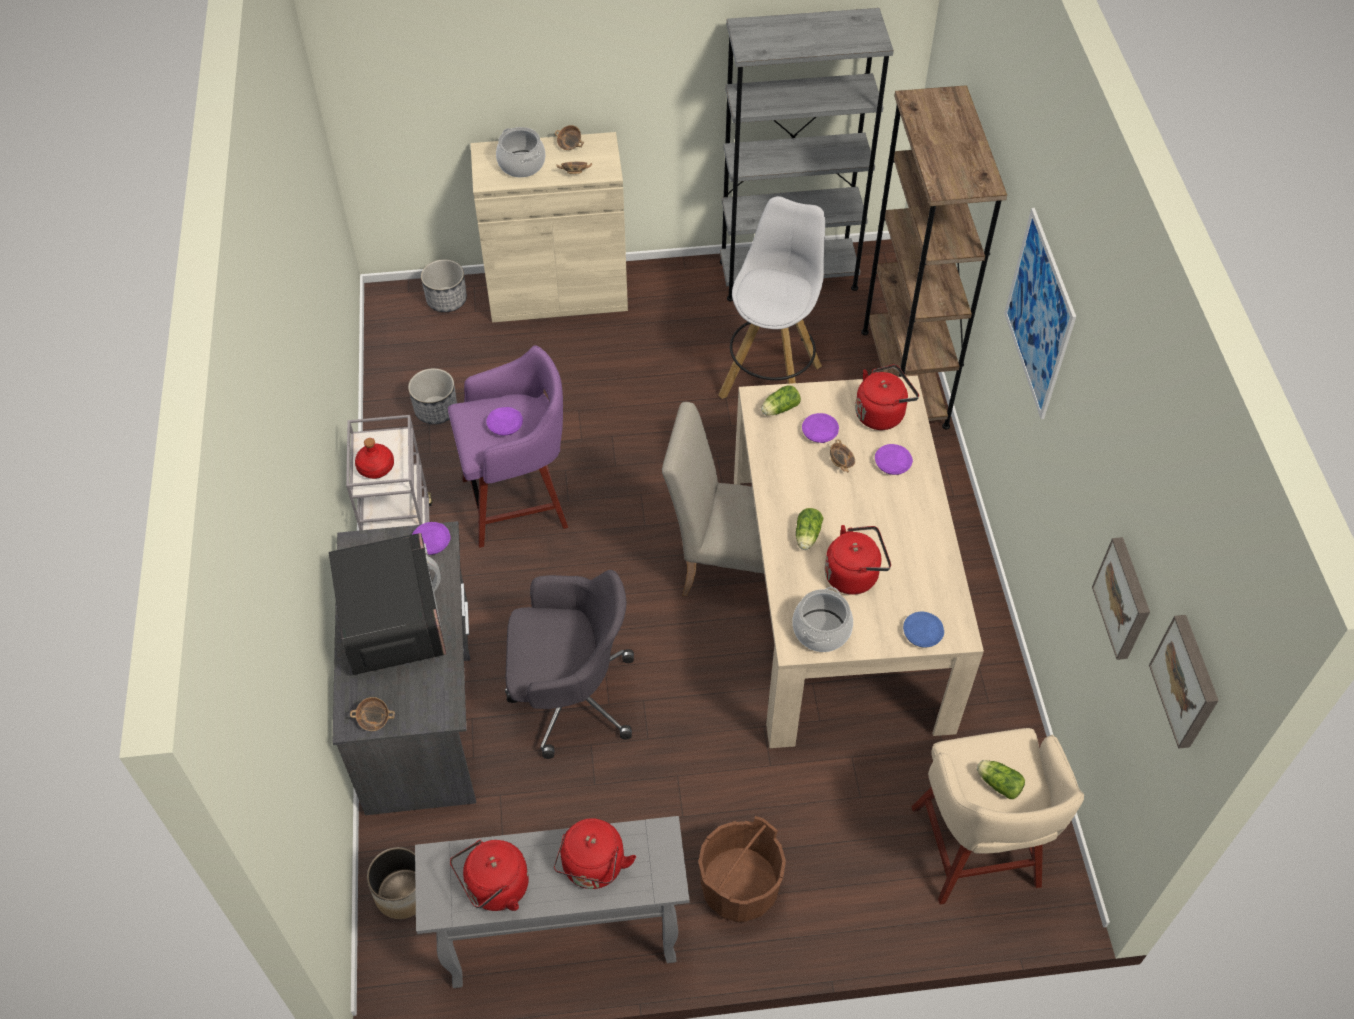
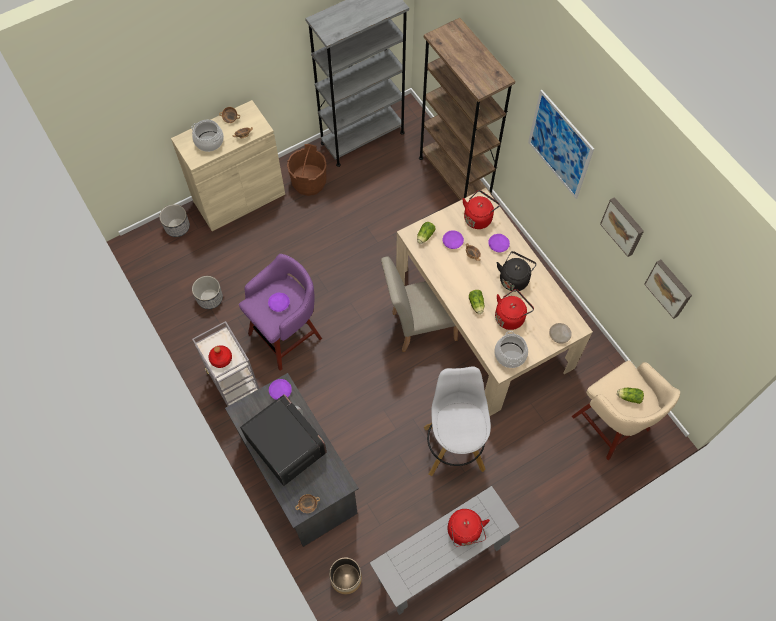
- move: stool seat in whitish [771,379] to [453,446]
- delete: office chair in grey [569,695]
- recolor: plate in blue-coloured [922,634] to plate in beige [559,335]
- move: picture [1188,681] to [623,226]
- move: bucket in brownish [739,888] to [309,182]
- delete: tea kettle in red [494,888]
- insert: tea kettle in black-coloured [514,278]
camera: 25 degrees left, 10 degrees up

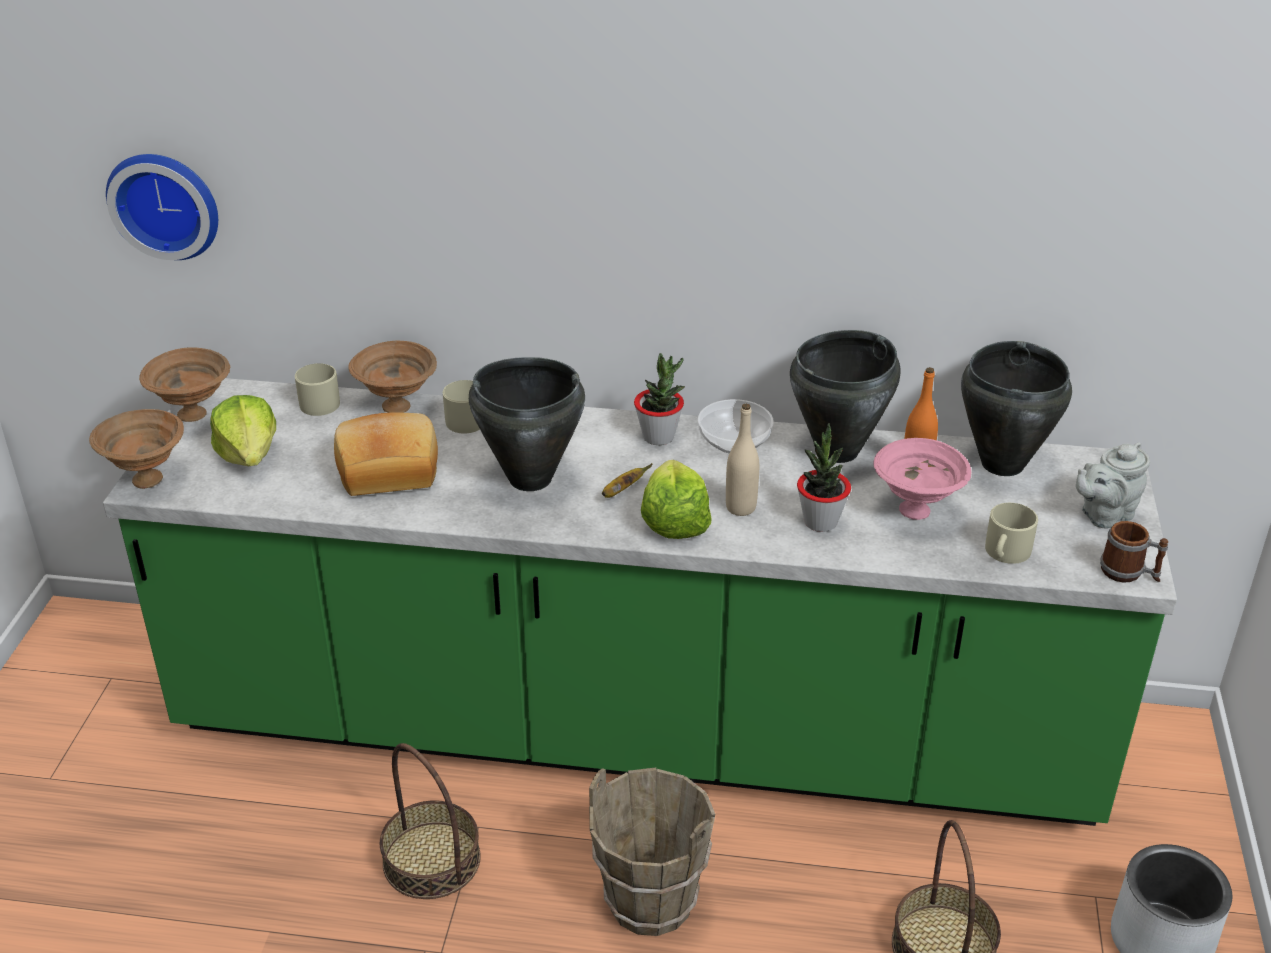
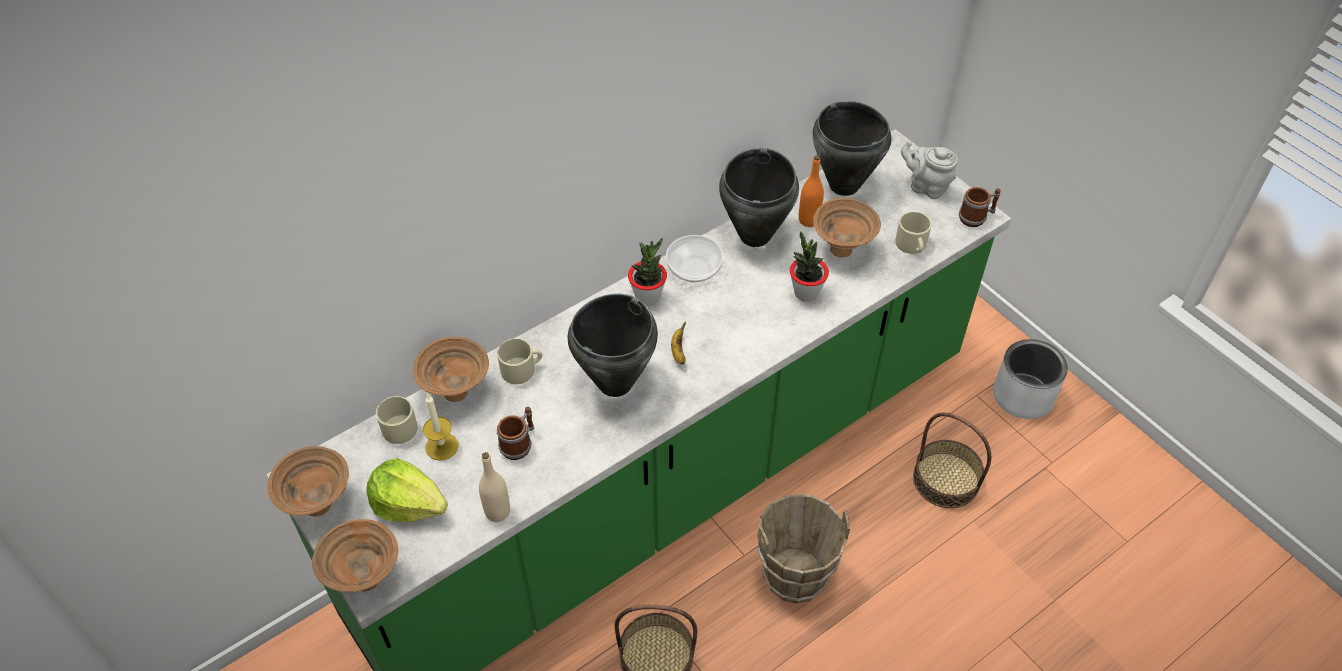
- delete: wall clock [166,203]
- move: drink bottle in beige [740,507] to [497,512]
- replace: bread [388,469] to coffee mug [519,443]
- recolor: serving bowl in pinkish [917,511] to serving bowl in brownish [842,249]
- rotate: teapot in grey [1103,515] = [926,187] 105 degrees clockwise
- delete: lettuce [674,521]
- insert: wax candle [442,446]
camera: 45 degrees left, 15 degrees up

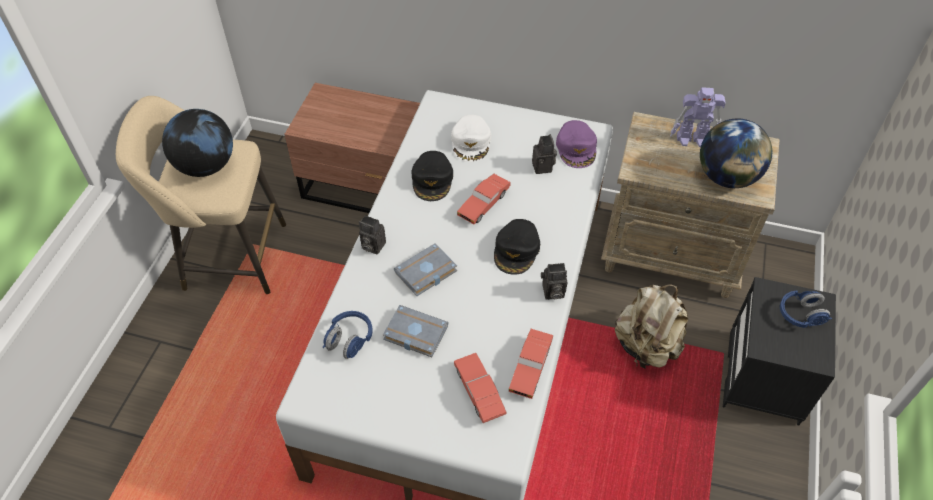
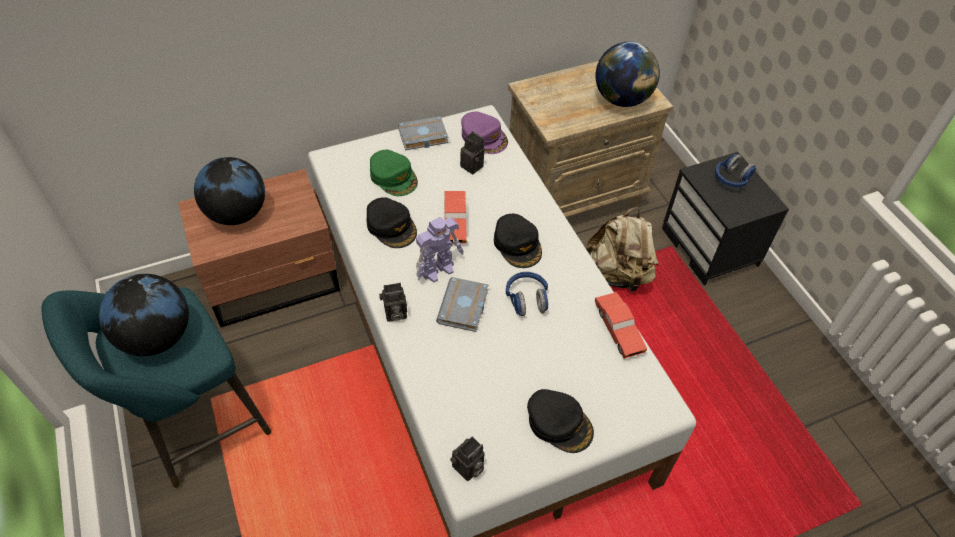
- move: model robot [693,139] to [438,269]
- recolor: stool seat in beige [228,256] to stool seat in blue-green [195,425]
- recolor: cap in whitish [471,142] to cap in green-coloured [393,177]
- move: photo camera [552,292] to [468,469]
- move: book in grey [414,334] to [422,137]
- move: headphones in blue-coloured [349,340] to [527,300]
- delete: toy car in red [479,392]
- insert: world globe [237,214]
- insert: cap in black-coloured [559,423]
camera: 40 degrees left, 0 degrees up

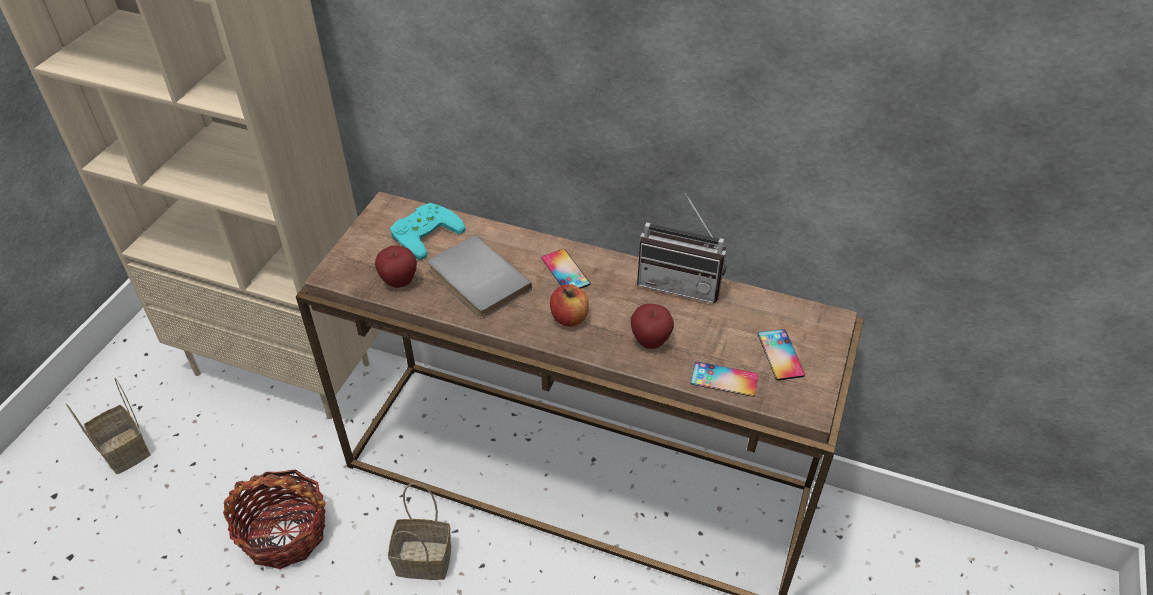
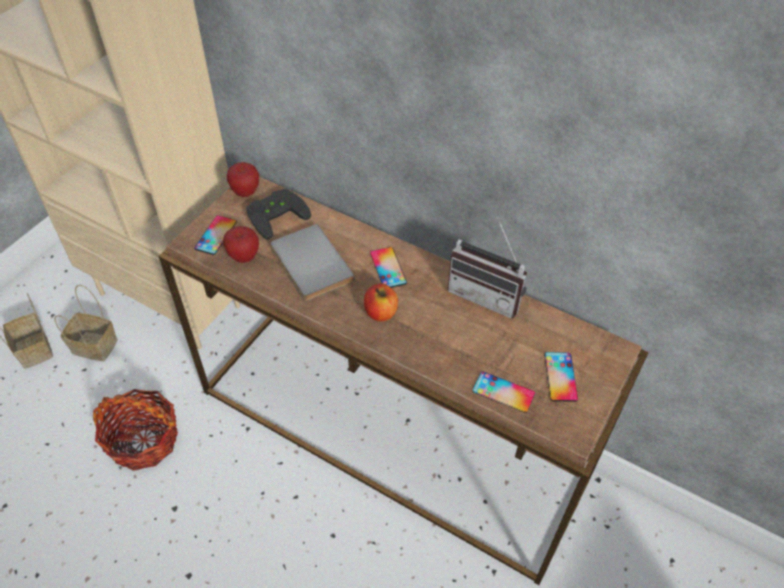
- recolor: joypad in blue-green [424,232] to joypad in black-coloured [275,214]
- move: whole apple [650,341] to [245,192]
- move: storage basket [421,561] to [93,346]
- insert: handset [216,235]
camera: 10 degrees right, 5 degrees up

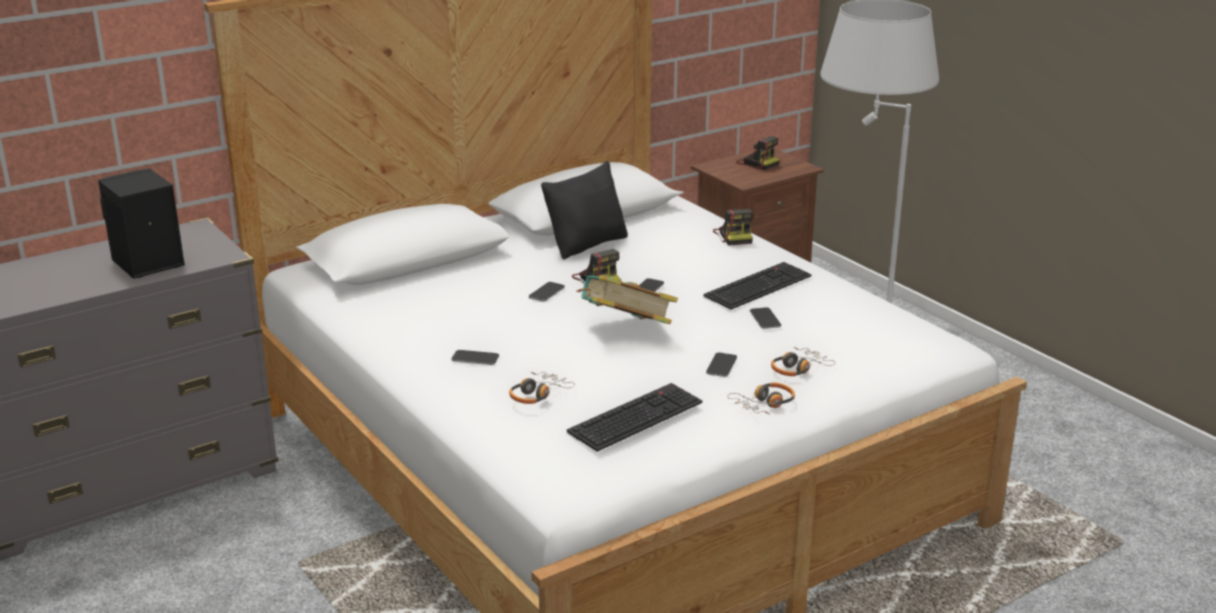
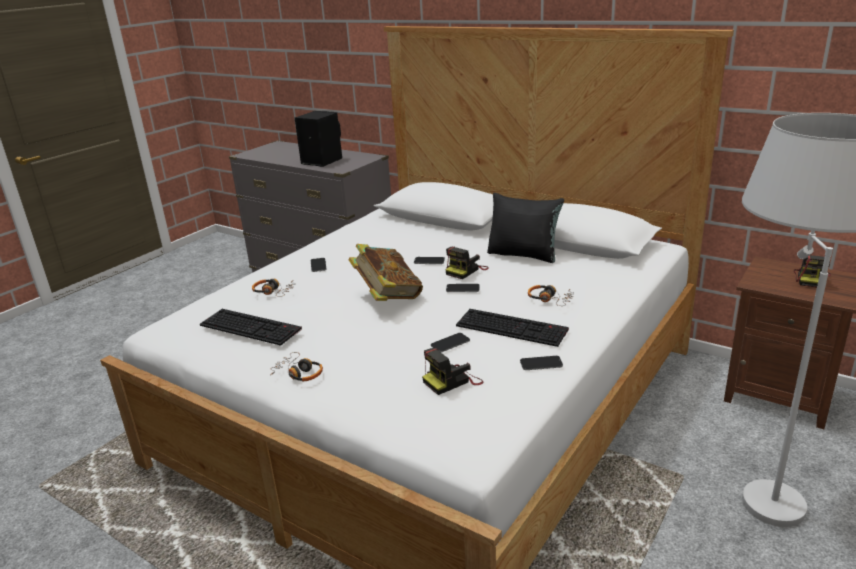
- move: photo camera [734,236] to [452,381]
- move: headphones [798,368] to [550,299]
- move: handset [721,366] to [541,364]
camera: 70 degrees right, 0 degrees up

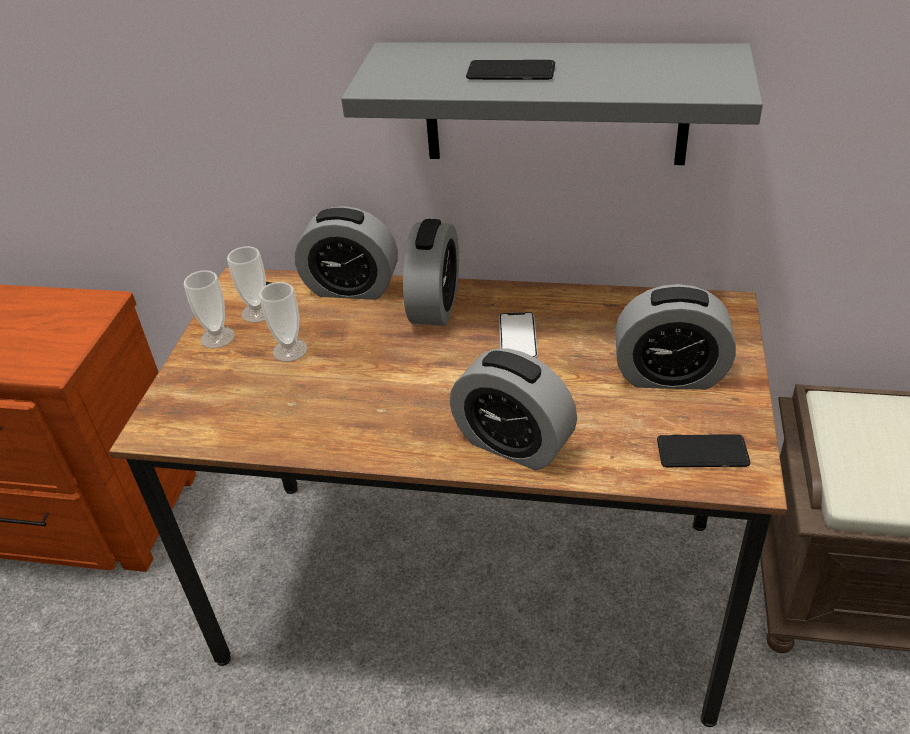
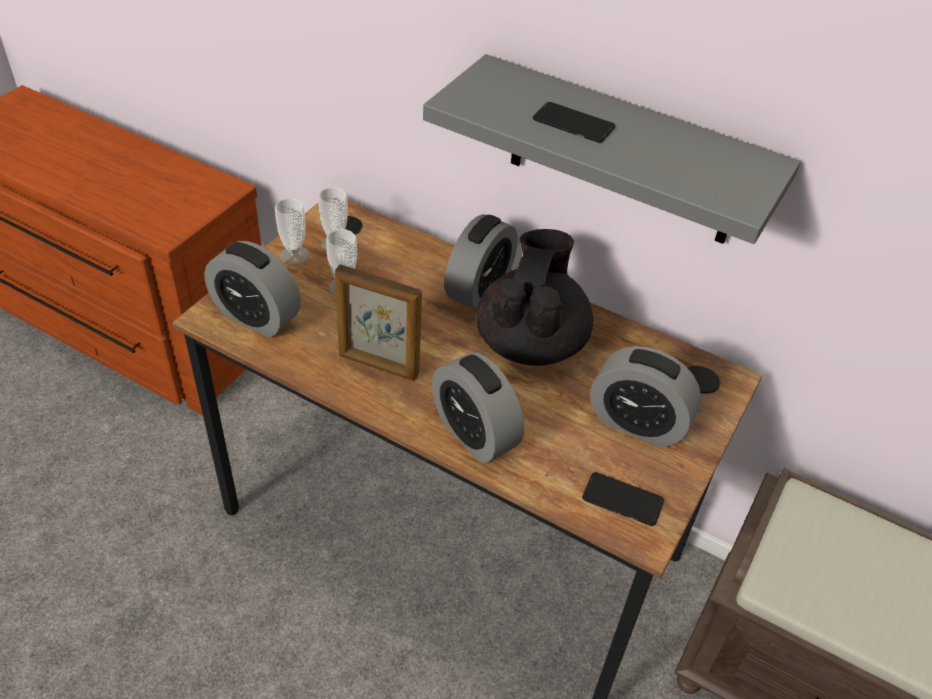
- move: bedside clock [351,288] to [256,316]
- replace: handset [517,337] to teapot in black-coloured [531,342]
- insert: photo frame [378,365]
camera: 15 degrees right, 5 degrees up

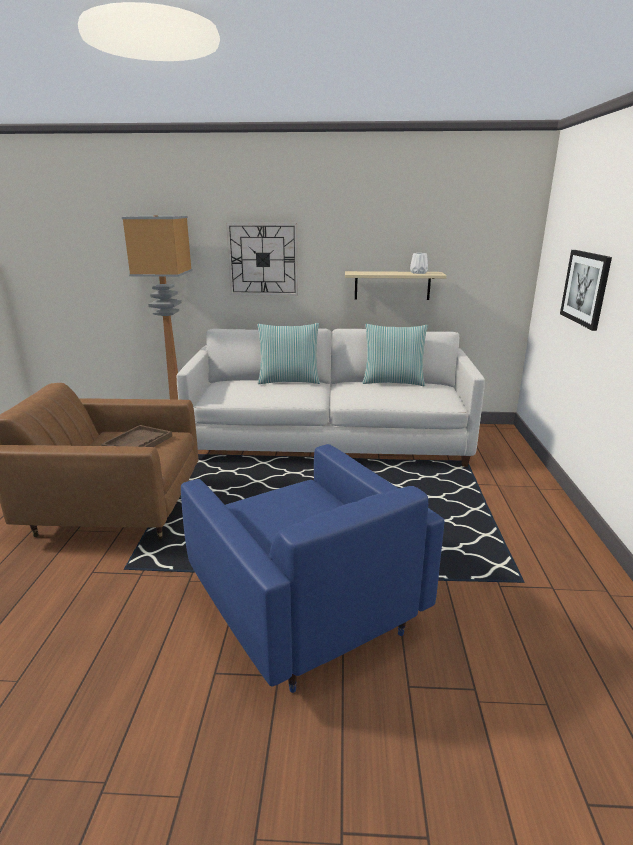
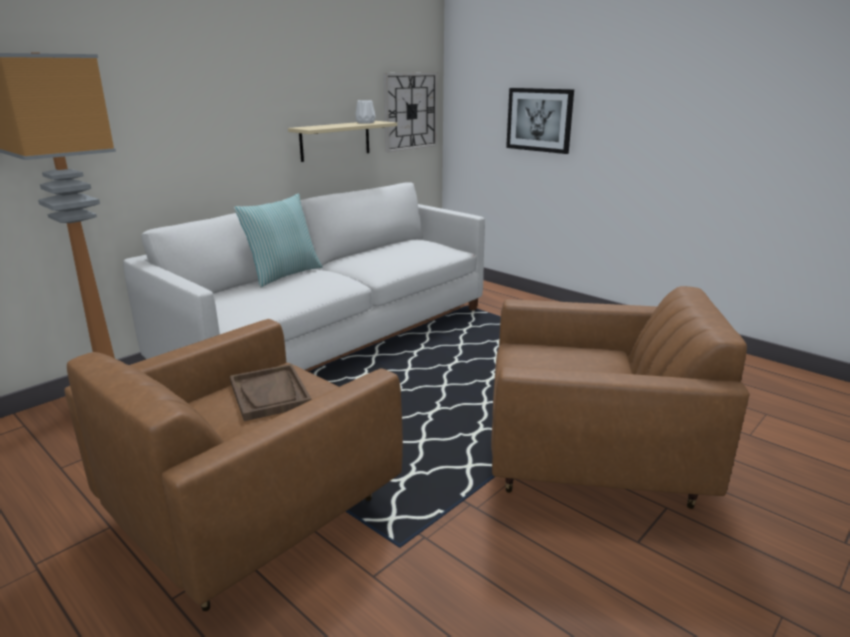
- move: wall clock [263,259] to [410,111]
- delete: cushion [393,382]
- recolor: easy chair in blue-coloured [305,609] to easy chair in brownish [591,459]
camera: 50 degrees left, 0 degrees up

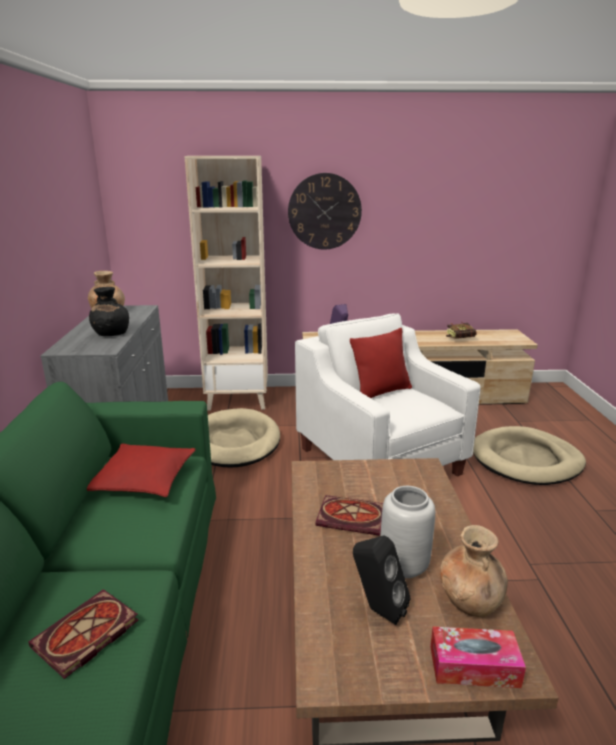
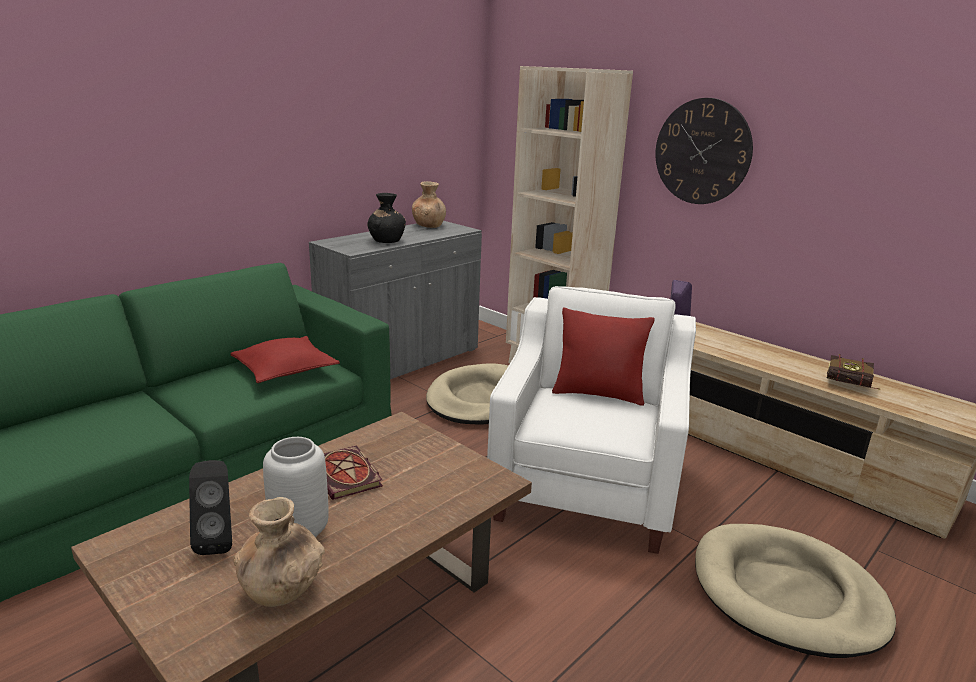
- delete: book [85,636]
- delete: tissue box [474,666]
camera: 45 degrees right, 0 degrees up

